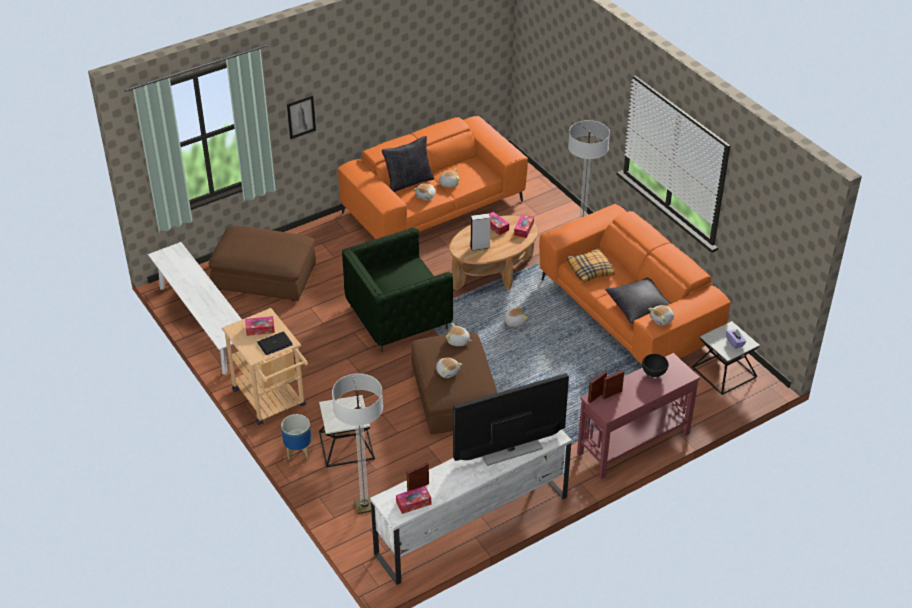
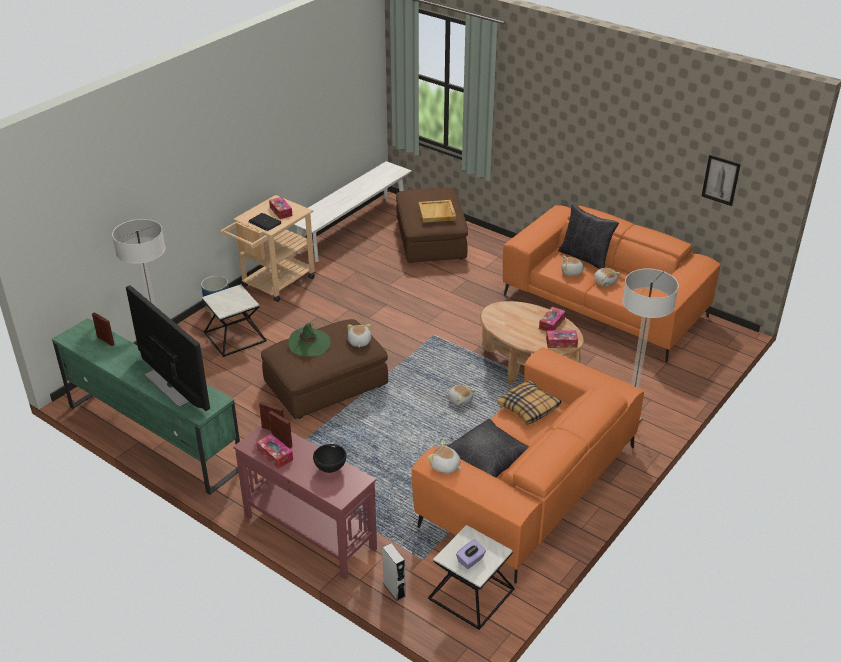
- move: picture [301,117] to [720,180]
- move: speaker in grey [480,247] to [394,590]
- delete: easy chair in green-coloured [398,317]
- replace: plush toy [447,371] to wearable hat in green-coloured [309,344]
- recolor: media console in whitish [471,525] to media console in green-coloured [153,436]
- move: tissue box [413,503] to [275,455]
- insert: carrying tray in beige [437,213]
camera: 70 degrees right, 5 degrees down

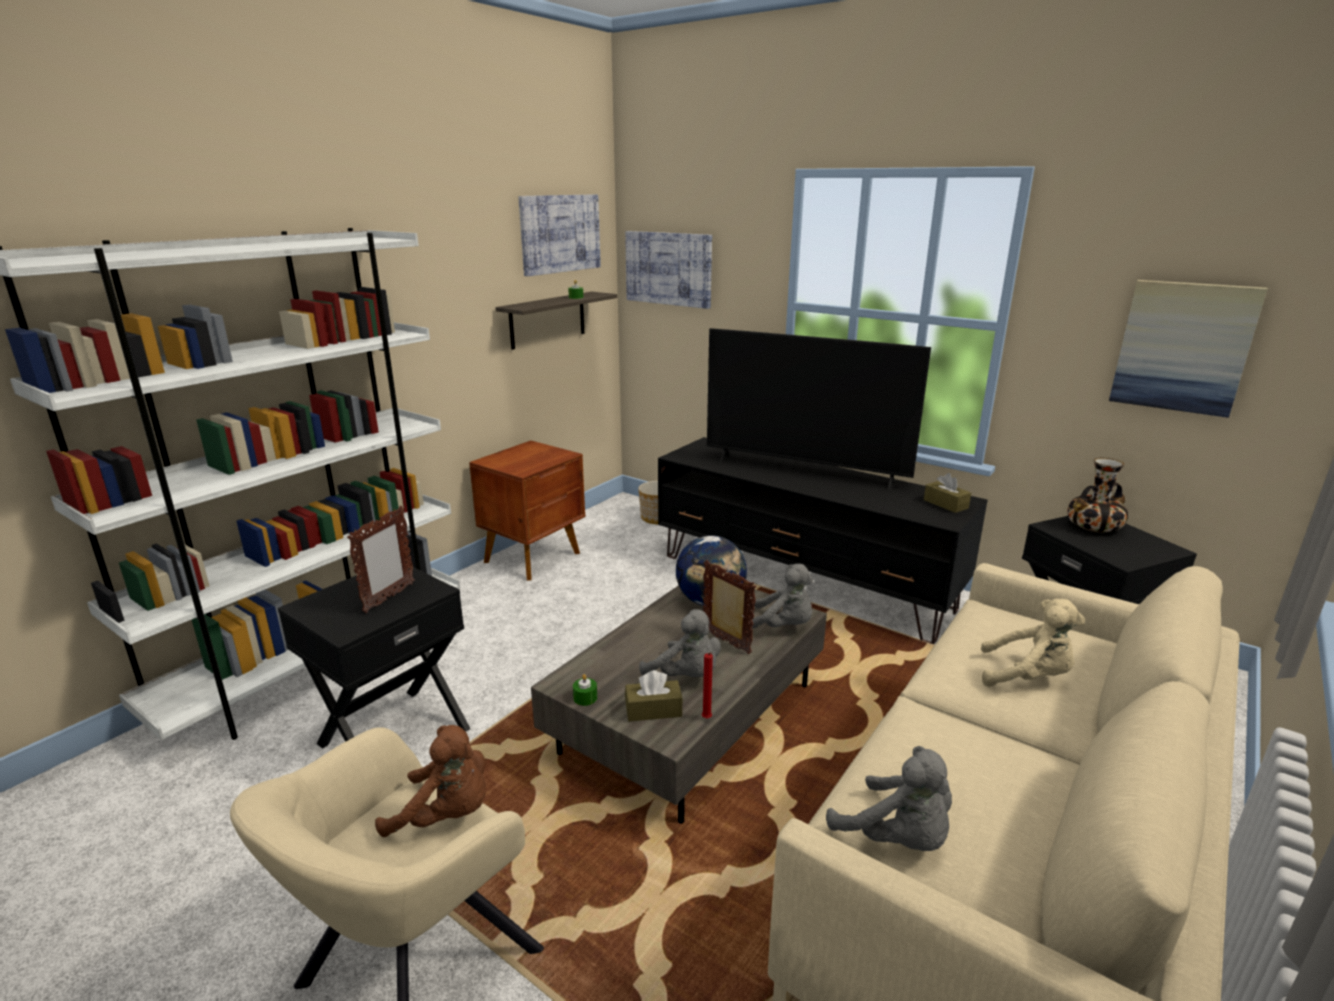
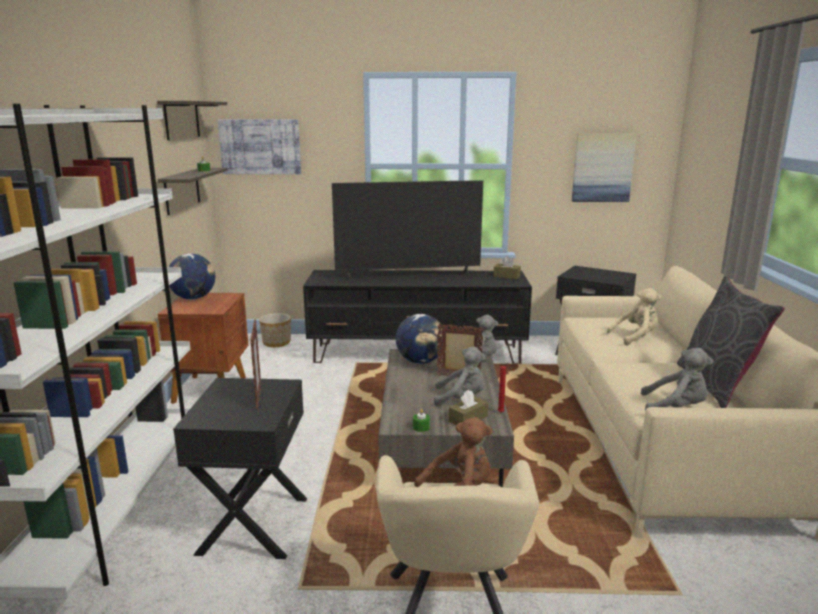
- replace: picture [560,233] to wall shelf [182,120]
- delete: decorative vase [1093,526]
- insert: world globe [193,298]
- insert: cushion in grey [716,385]
camera: 35 degrees left, 5 degrees down

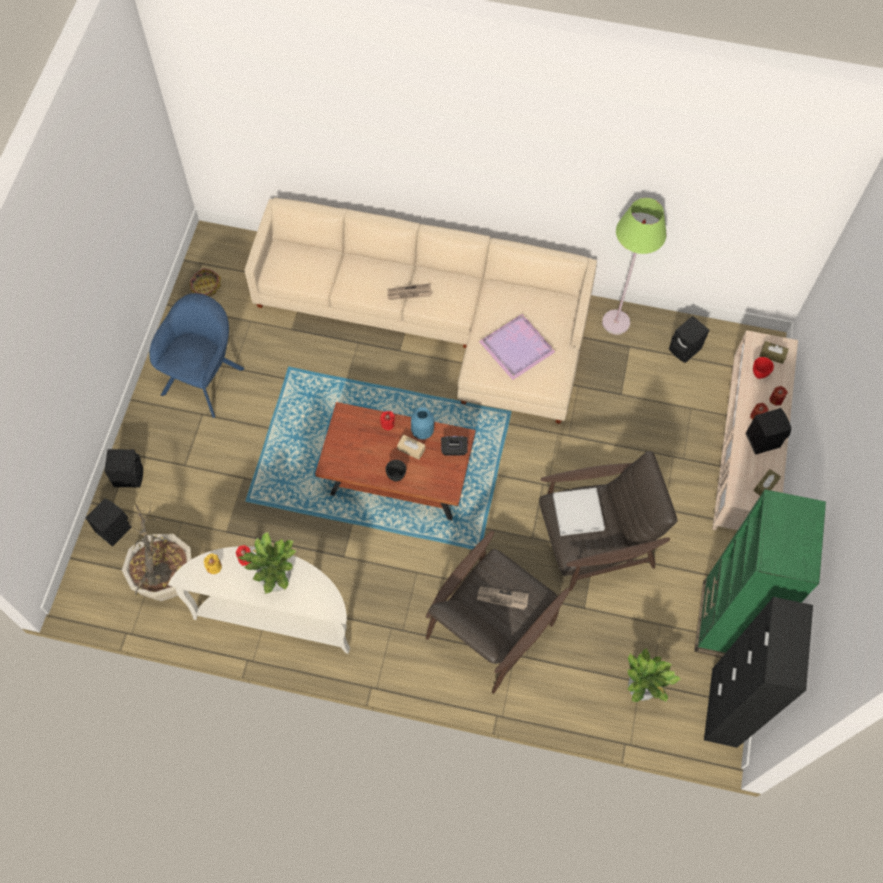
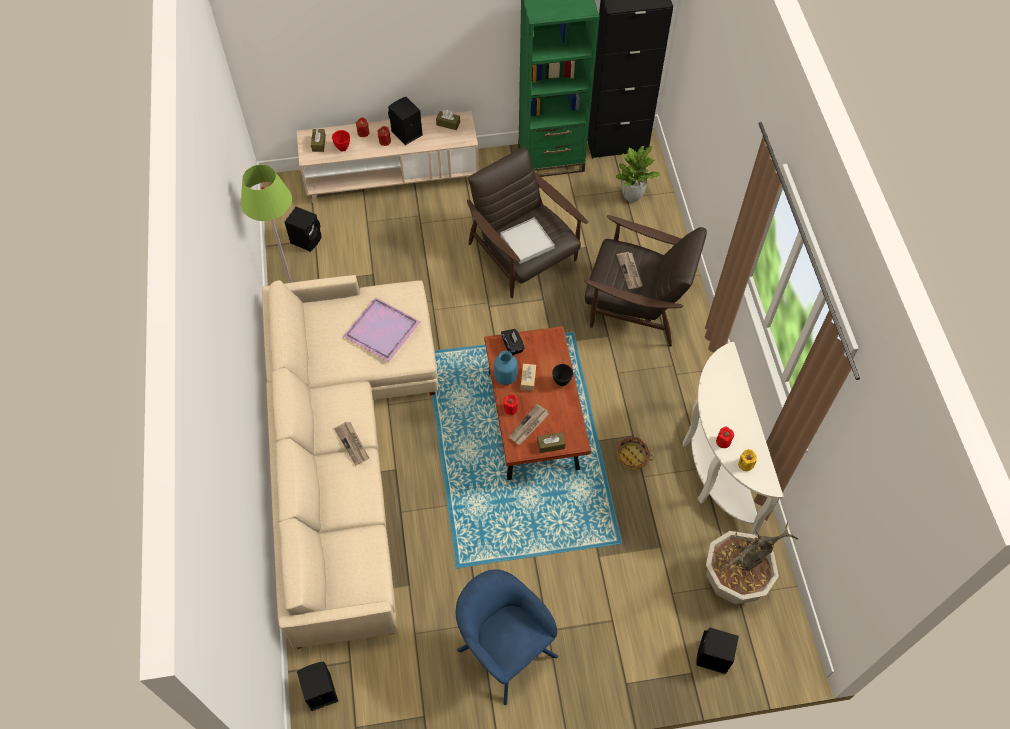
- move: storage basket [205,287] to [632,457]
- rotate: easy chair in blue-coloured [205,377] = [503,649] 45 degrees clockwise
- move: speaker in black-coloured [129,475] to [319,692]
- delete: plant in a pot [276,580]
- insert: daily paper [529,426]
- insert: tissue box in brownish [551,445]
camera: 110 degrees left, 5 degrees down

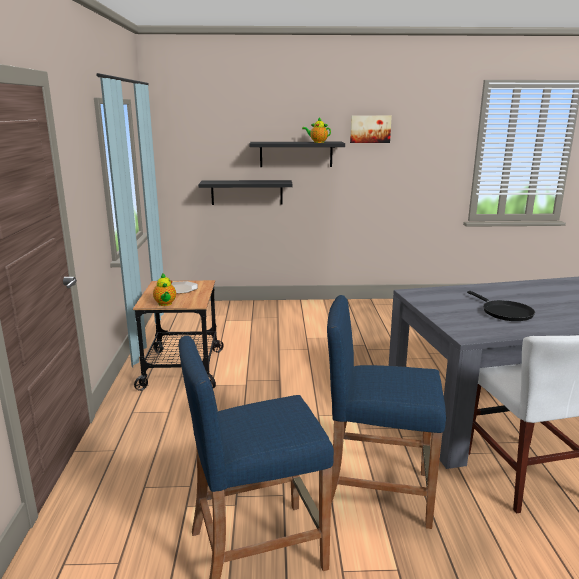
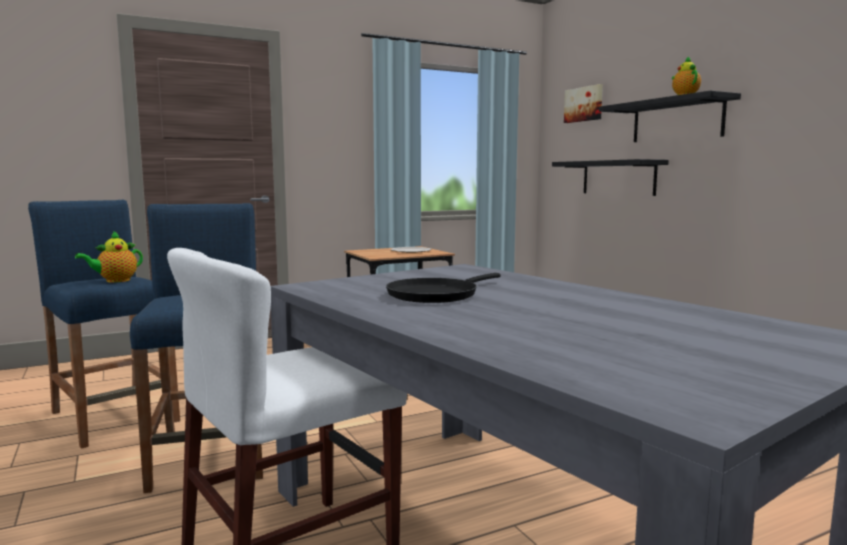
- move: picture [370,129] to [584,104]
- move: teapot [165,304] to [115,281]
camera: 65 degrees right, 10 degrees down

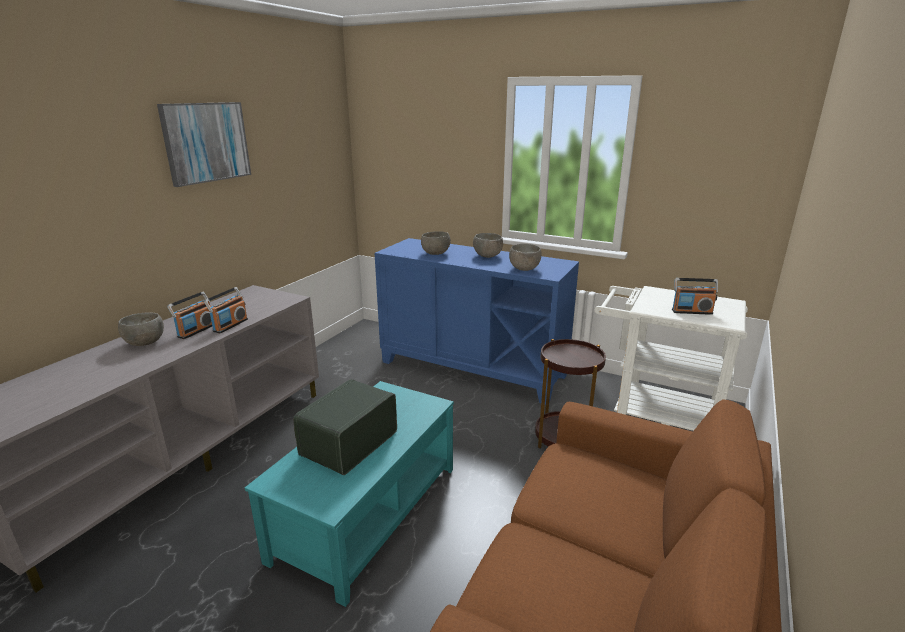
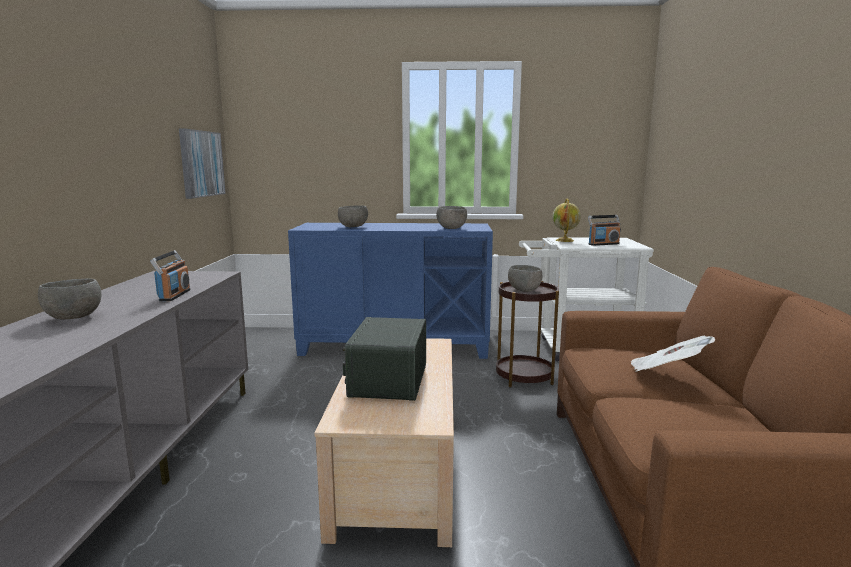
- move: picture [206,142] to [201,163]
- move: serving bowl in grey [487,256] to [524,290]
- delete: radio receiver [196,331]
- recolor: low table in blue-green [368,513] to low table in beige [400,469]
- insert: world globe [565,240]
- insert: daily paper [666,372]
camera: 25 degrees left, 10 degrees down

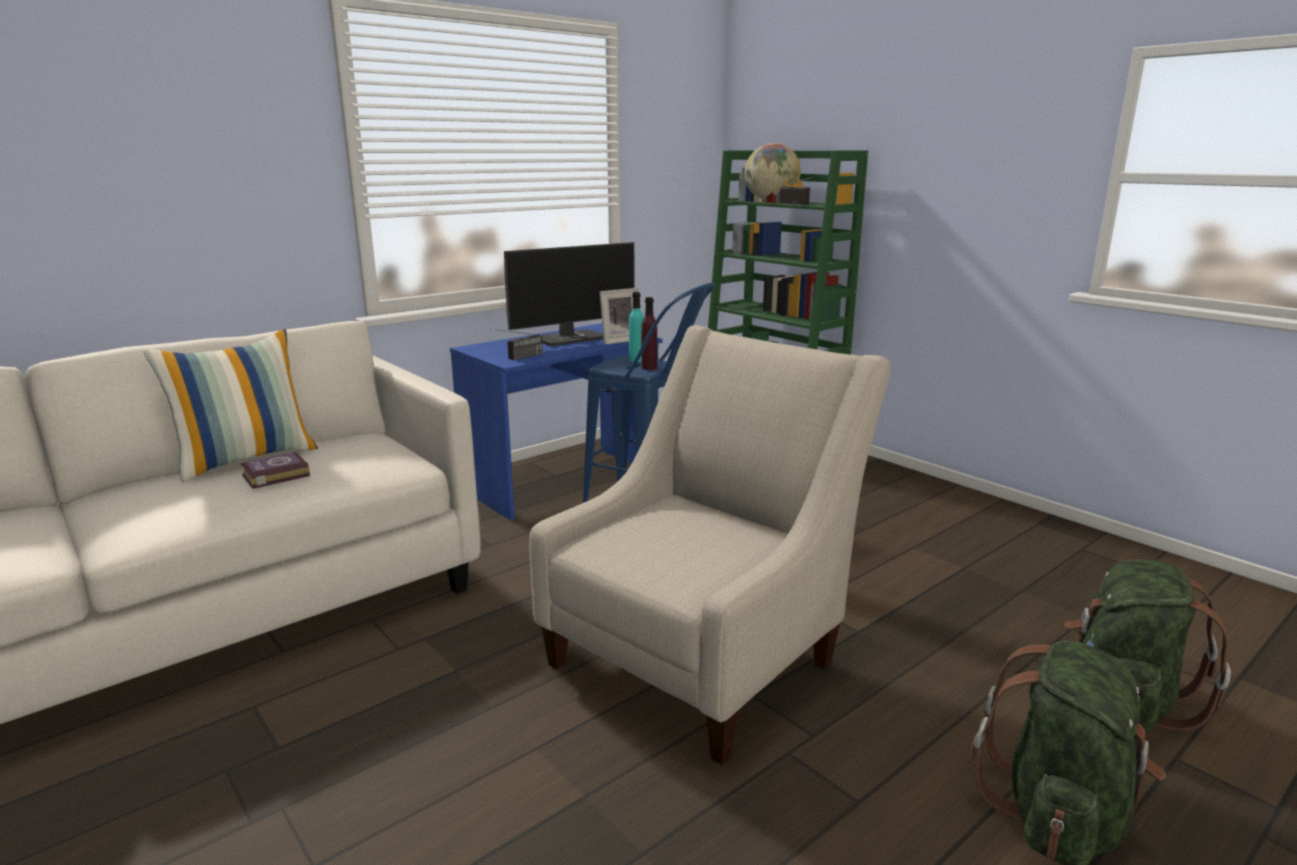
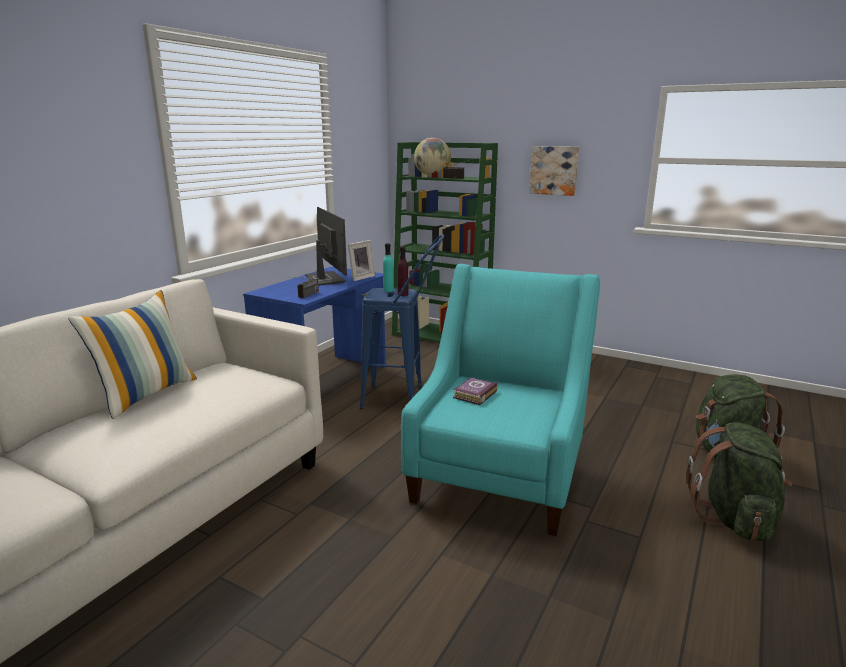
- rotate: computer screen [570,338] = [324,279] 60 degrees counterclockwise
- recolor: easy chair in beige [704,655] to easy chair in blue-green [499,475]
- move: book [274,475] to [473,395]
- insert: picture [554,170]
camera: 20 degrees left, 0 degrees up

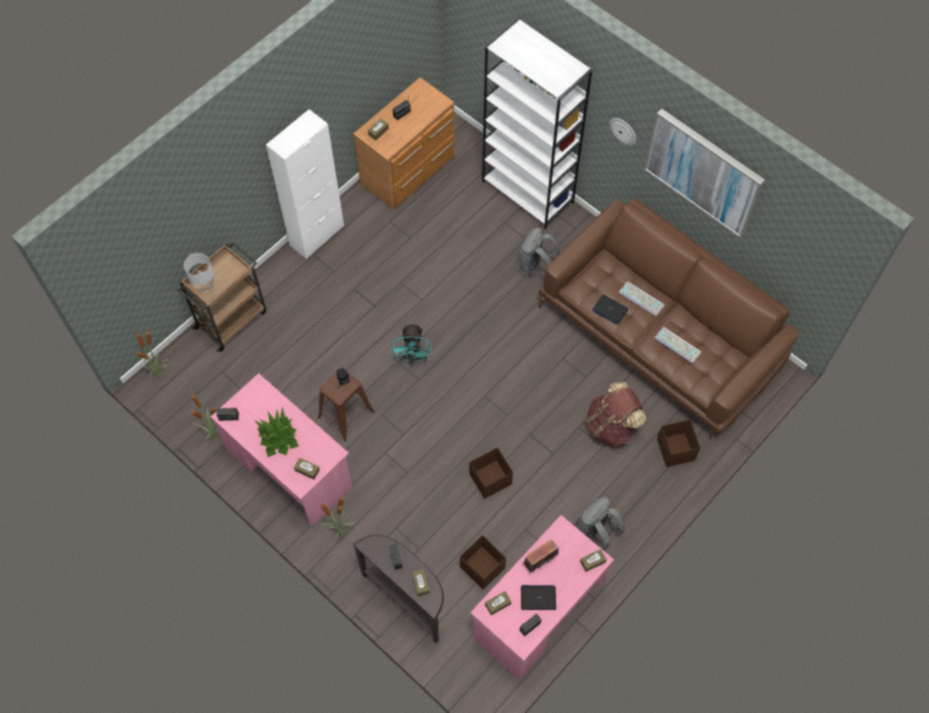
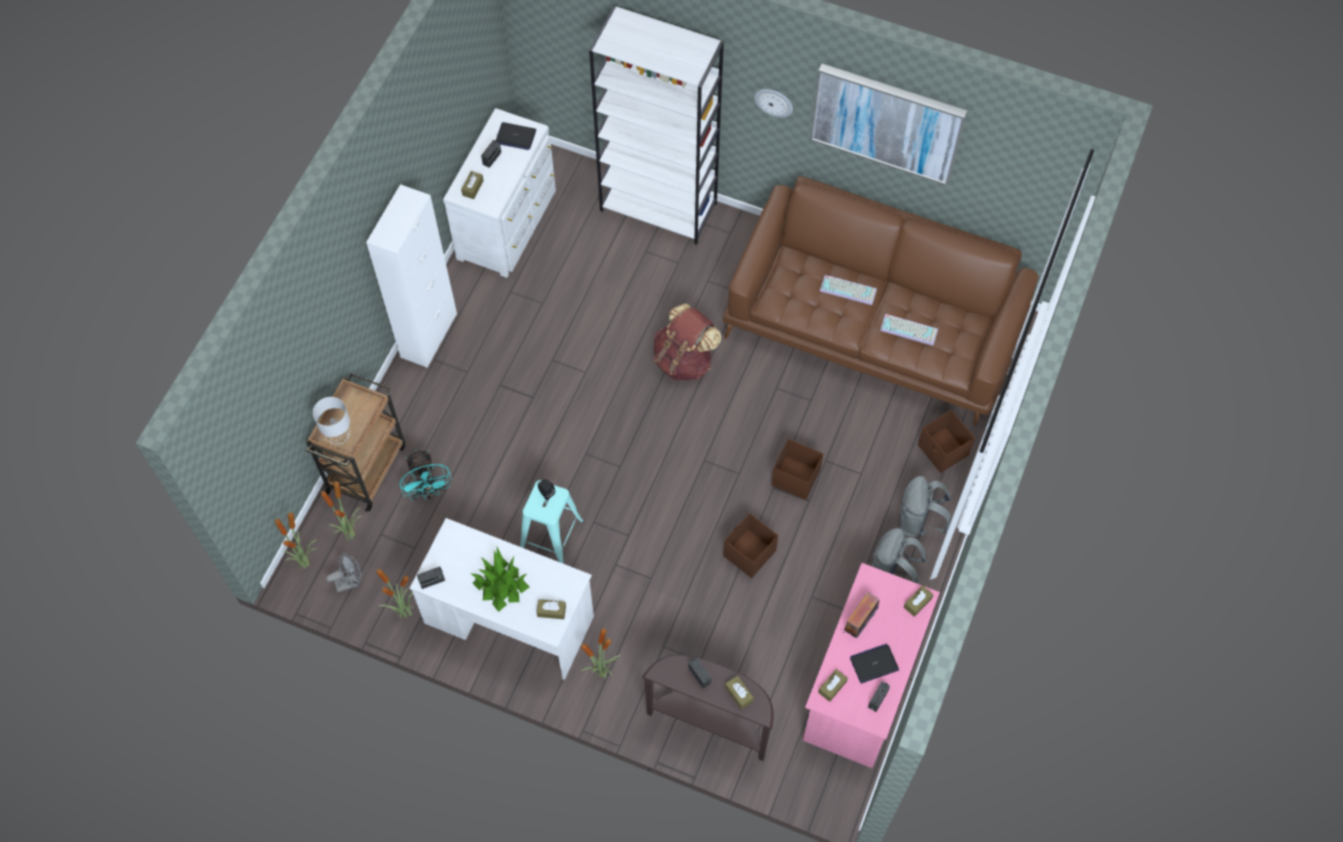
- recolor: chest of drawers in brownish [410,170] to chest of drawers in whitish [509,224]
- move: rucksack in grey [535,267] to [919,521]
- move: notebook computer [610,310] to [515,137]
- move: fan in blue-green [413,358] to [428,491]
- recolor: stool seat in brownish [346,414] to stool seat in blue-green [551,535]
- recolor: desk unit in pinkish [289,467] to desk unit in whitish [509,620]
- move: rucksack in brownish [611,426] to [684,359]
- move: storage box in brownish [482,567] to [795,477]
- insert: plant in a pot [351,534]
- insert: fan in grey [350,582]
camera: 20 degrees left, 0 degrees up

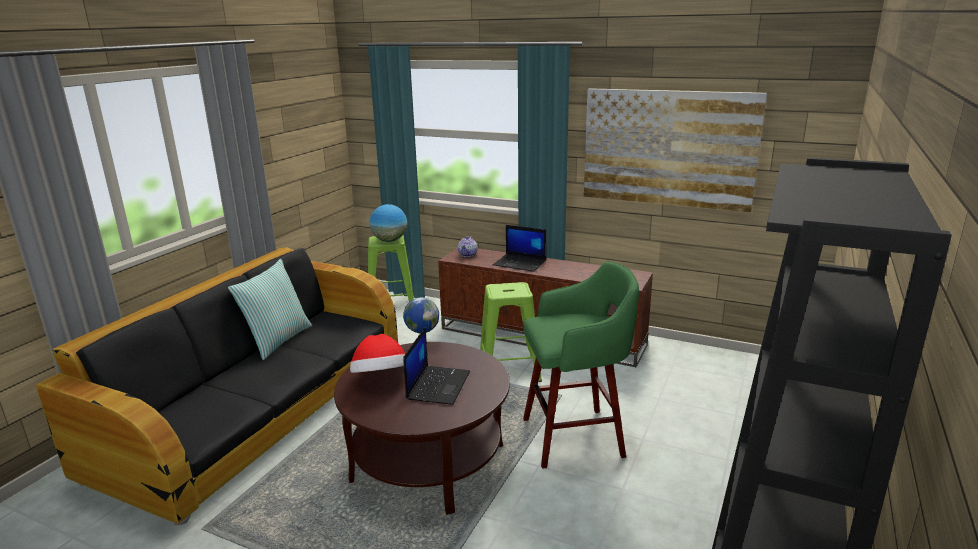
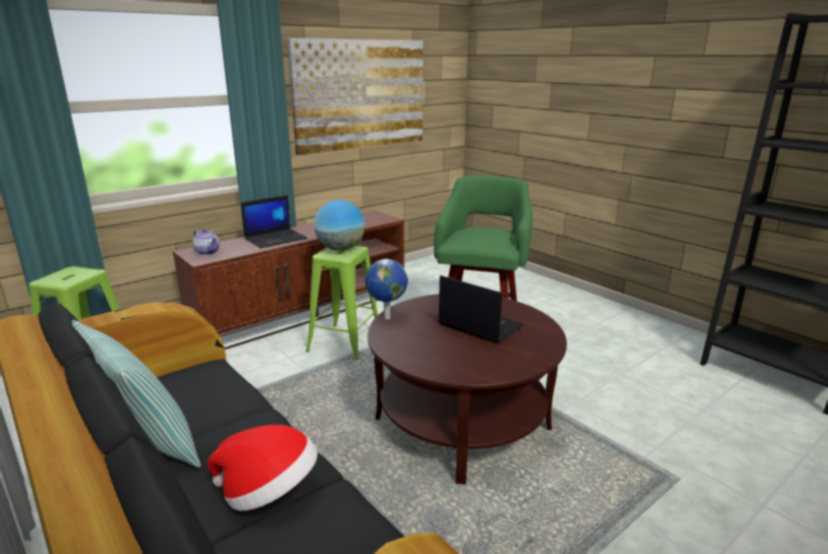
- move: world globe [389,240] to [340,249]
- move: wearable hat [380,378] to [269,492]
camera: 65 degrees left, 0 degrees up

